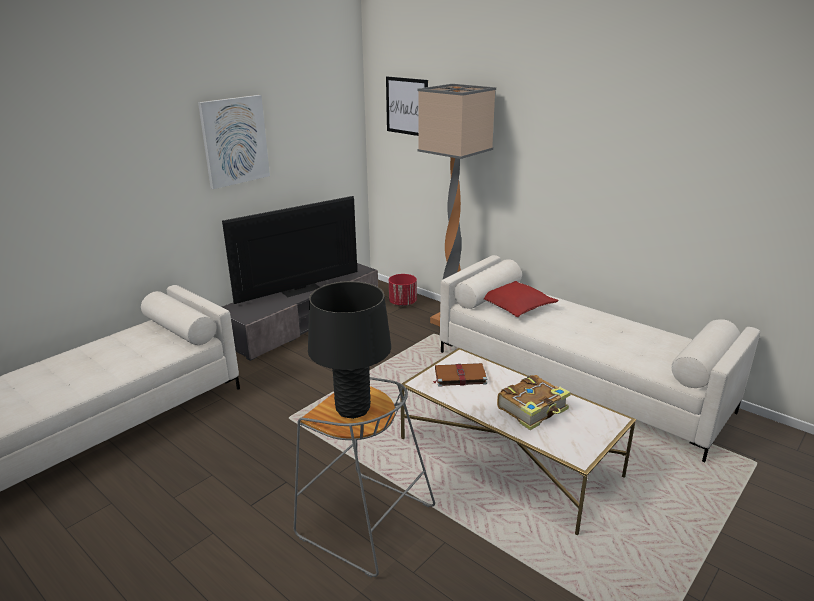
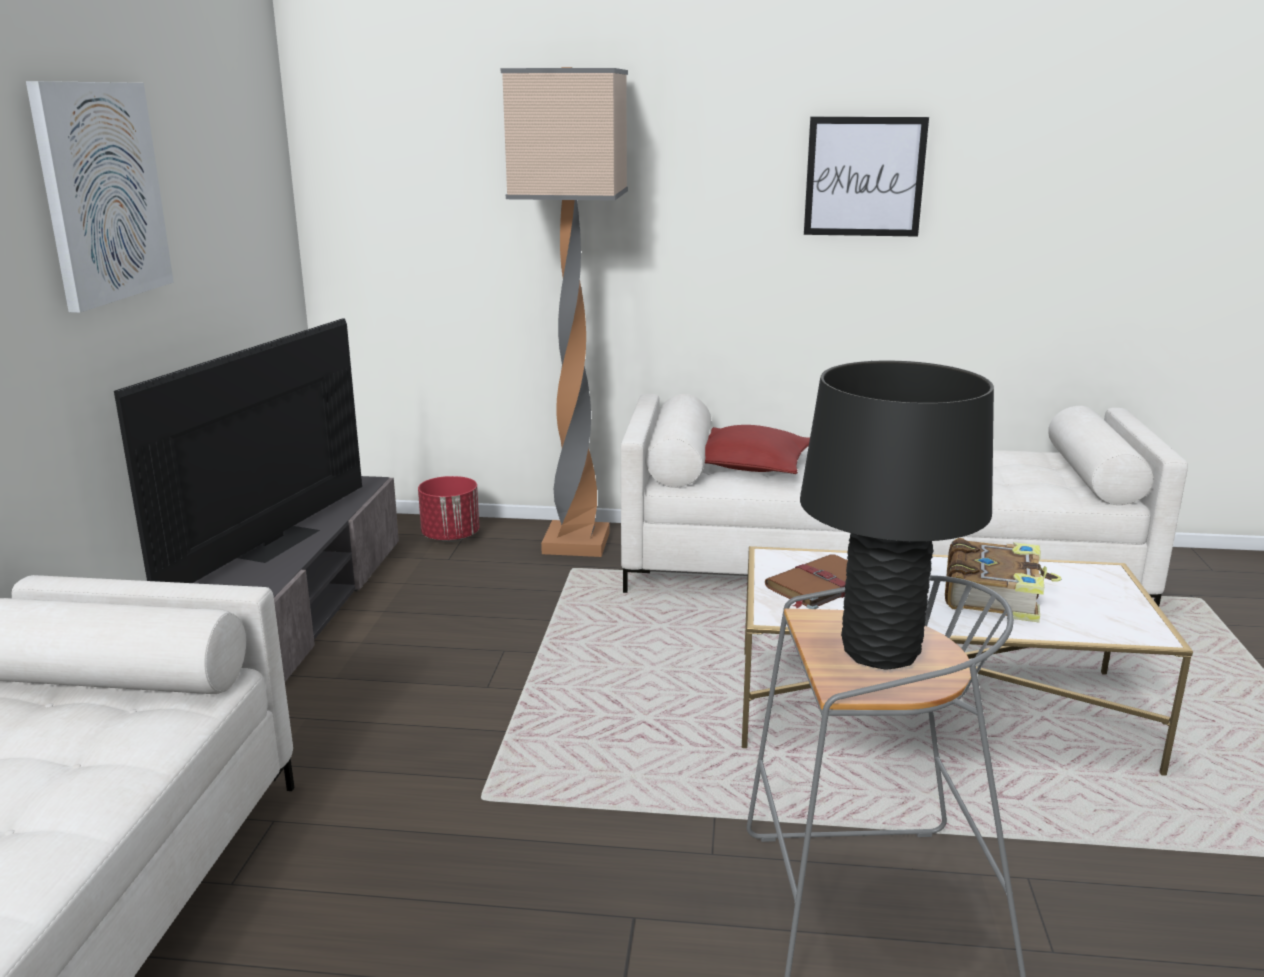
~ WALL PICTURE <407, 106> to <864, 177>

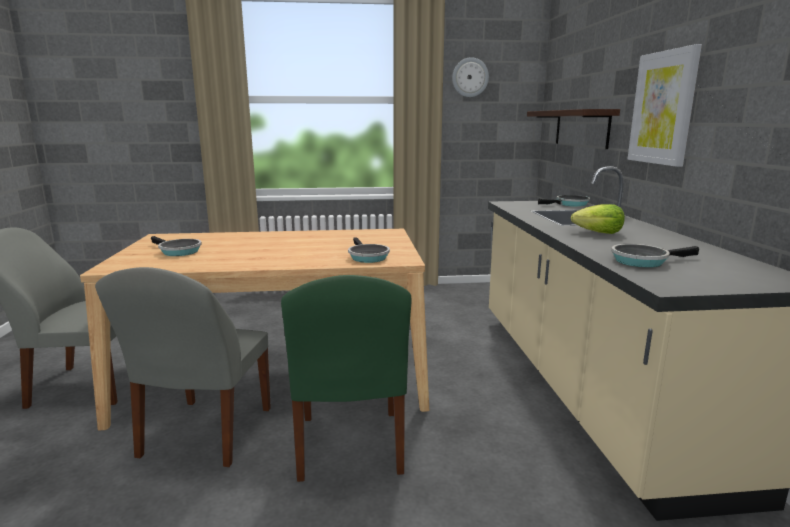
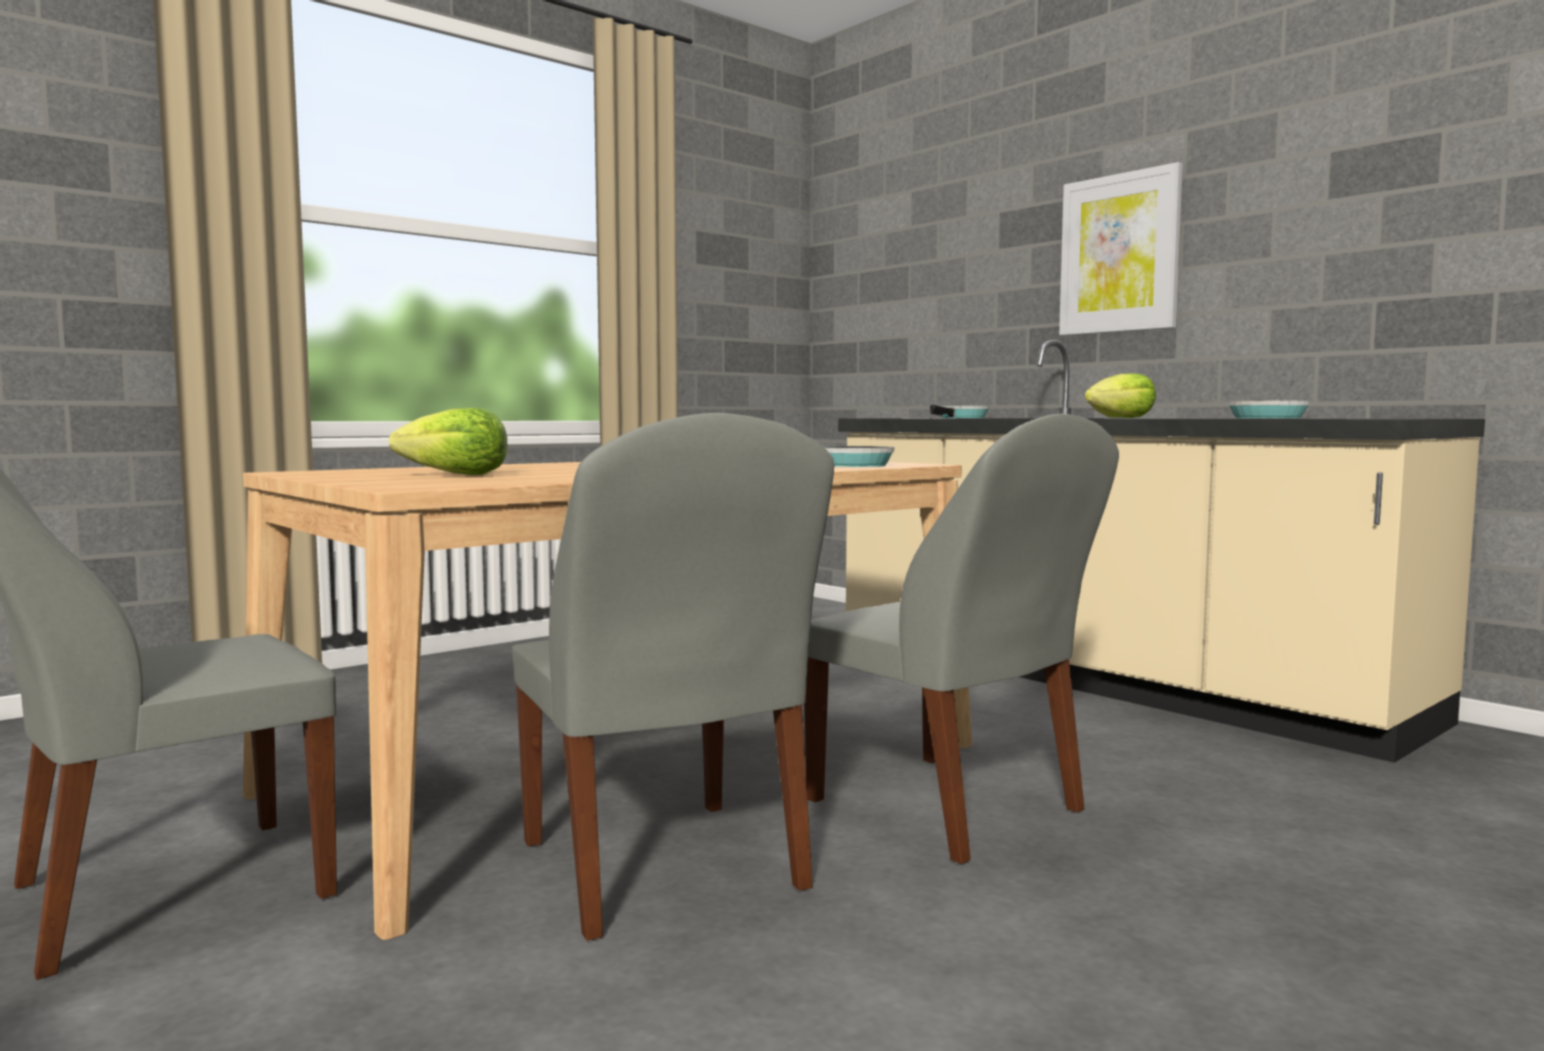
- WALL CLOCK <470, 77>
- SHELF <581, 128>
~ PAN <178, 251> to LETTUCE <456, 475>
~ GREEN-COLOURED PLAIN CHAIR <350, 447> to GRAY PLAIN CHAIR <949, 809>

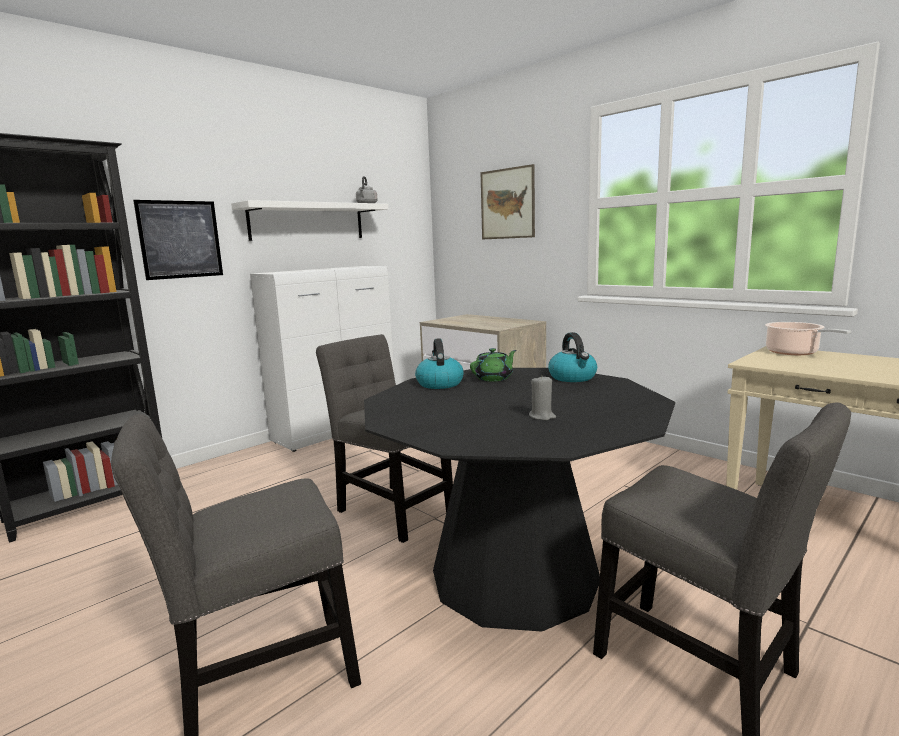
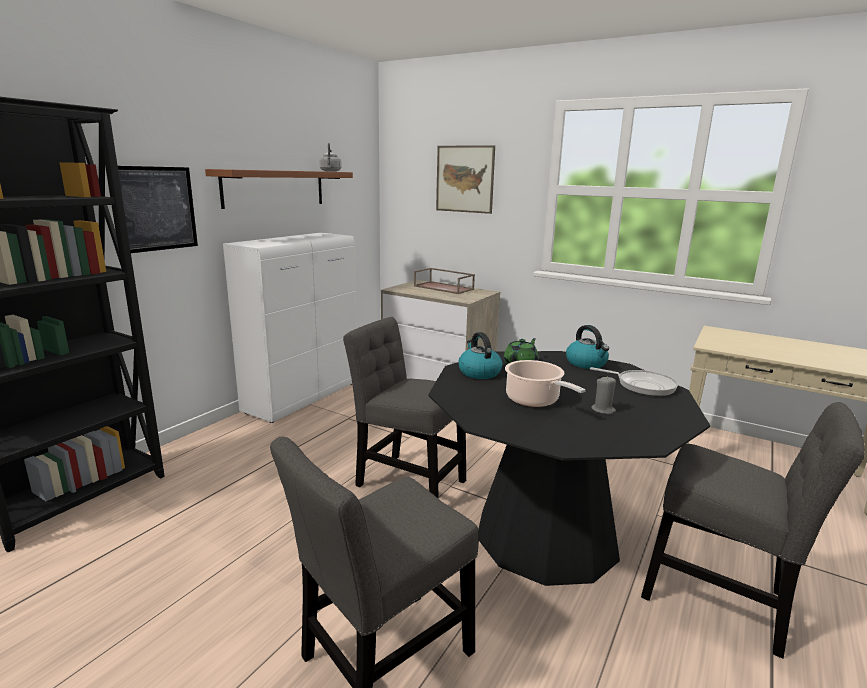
~ WHITE-COLOURED SHELF <307, 222> to BROWN-COLOURED SHELF <275, 188>
~ STOCKPOT <794, 352> to <534, 400>
+ BROWN-COLOURED CARRYING TRAY <444, 288>
+ PAN <642, 385>

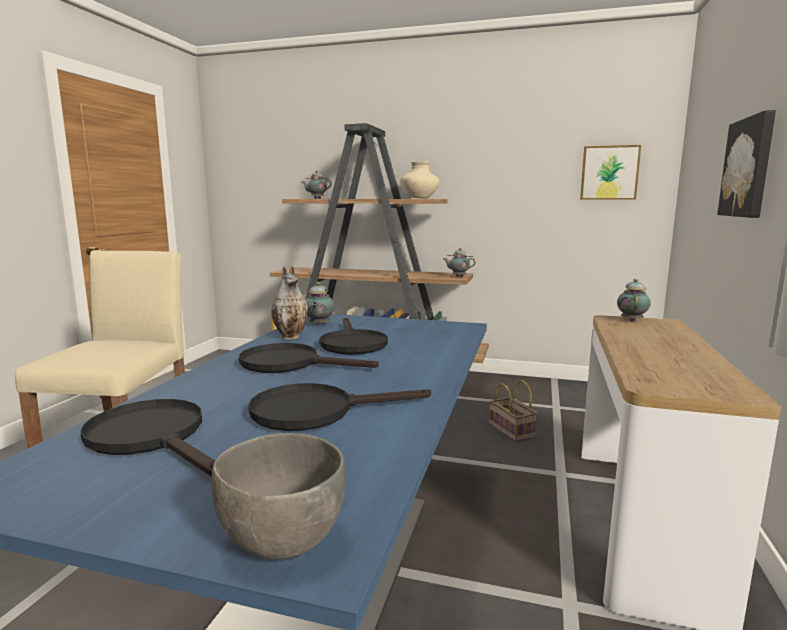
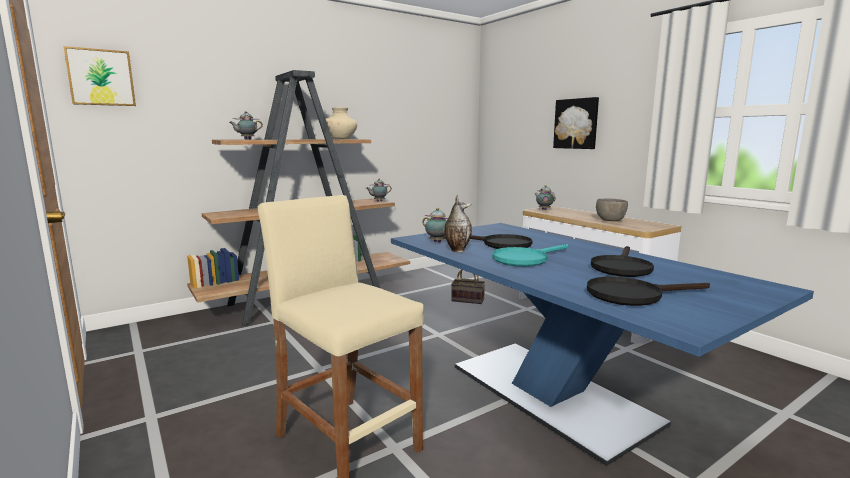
~ WALL PICTURE <609, 173> to <101, 77>
~ BLACKISH PAN <290, 364> to TURQUOISE PAN <525, 259>
~ GRAY BOWL <282, 539> to <610, 220>

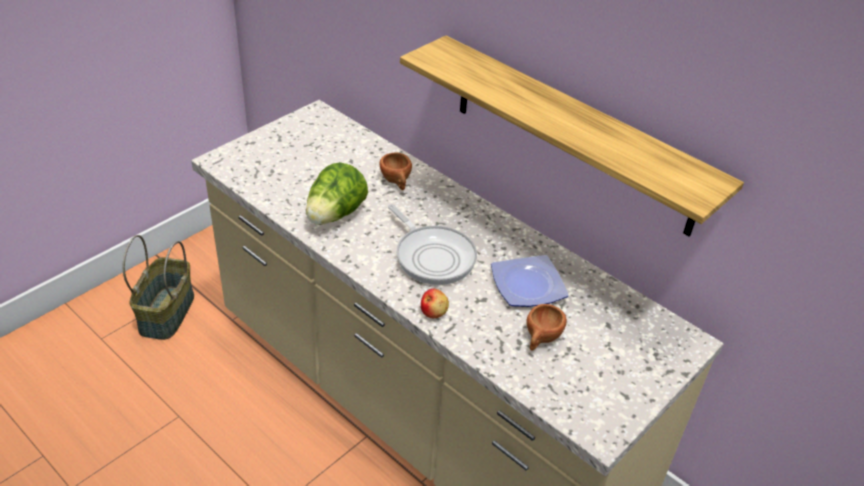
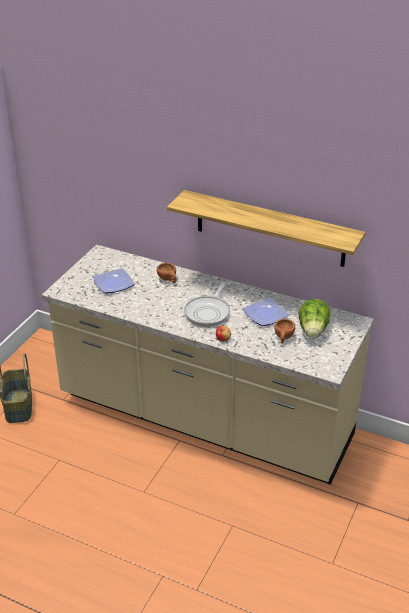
~ LETTUCE <335, 215> to <313, 331>
~ PAN <432, 256> = <208, 312> 75 degrees clockwise
+ FLAT DISH <114, 284>

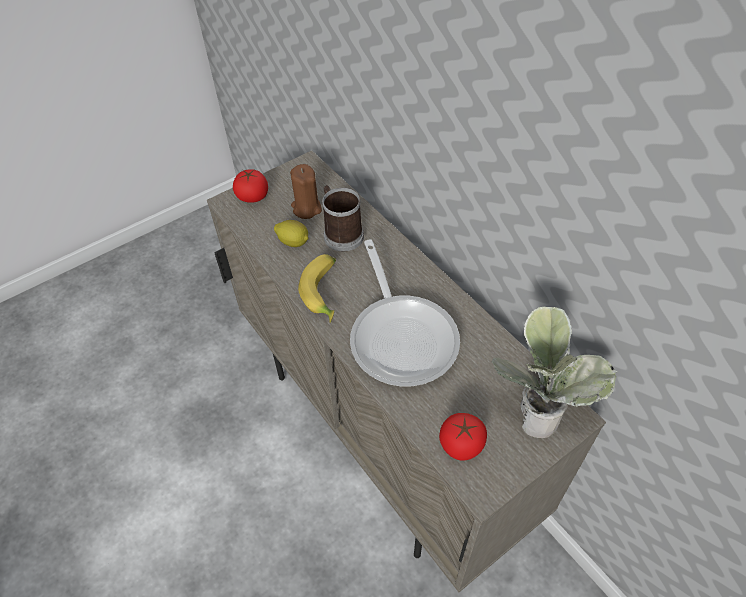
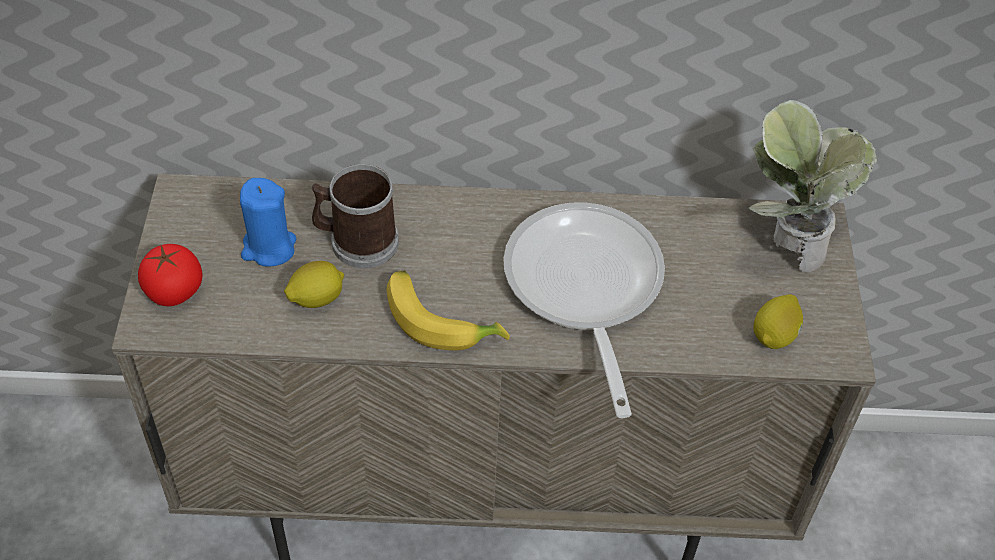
~ BROWN-COLOURED CANDLE <306, 208> to BLUISH CANDLE <268, 248>
~ PAN <401, 336> = <583, 290> 120 degrees counterclockwise
~ TOMATO <461, 445> to WHOLE LEMON <774, 335>

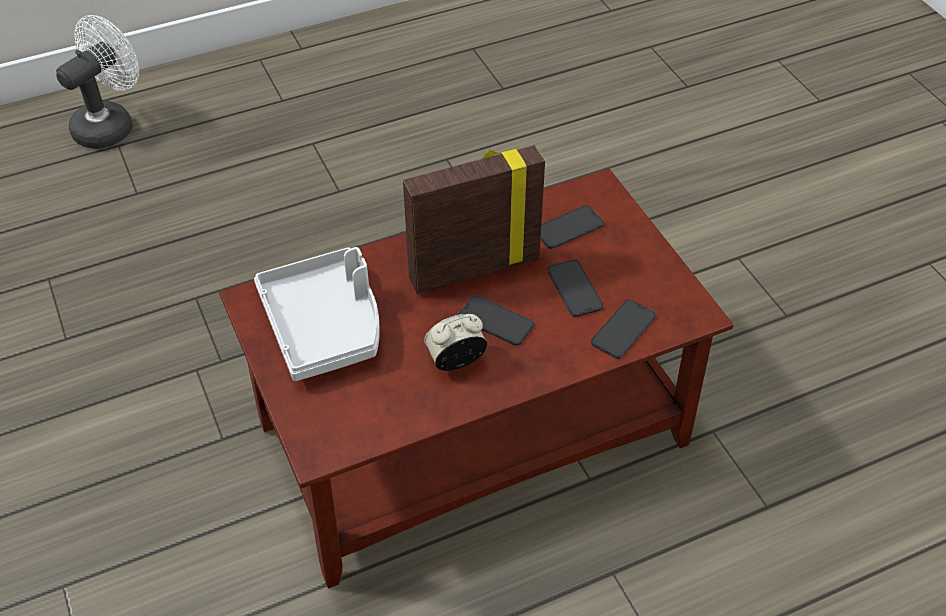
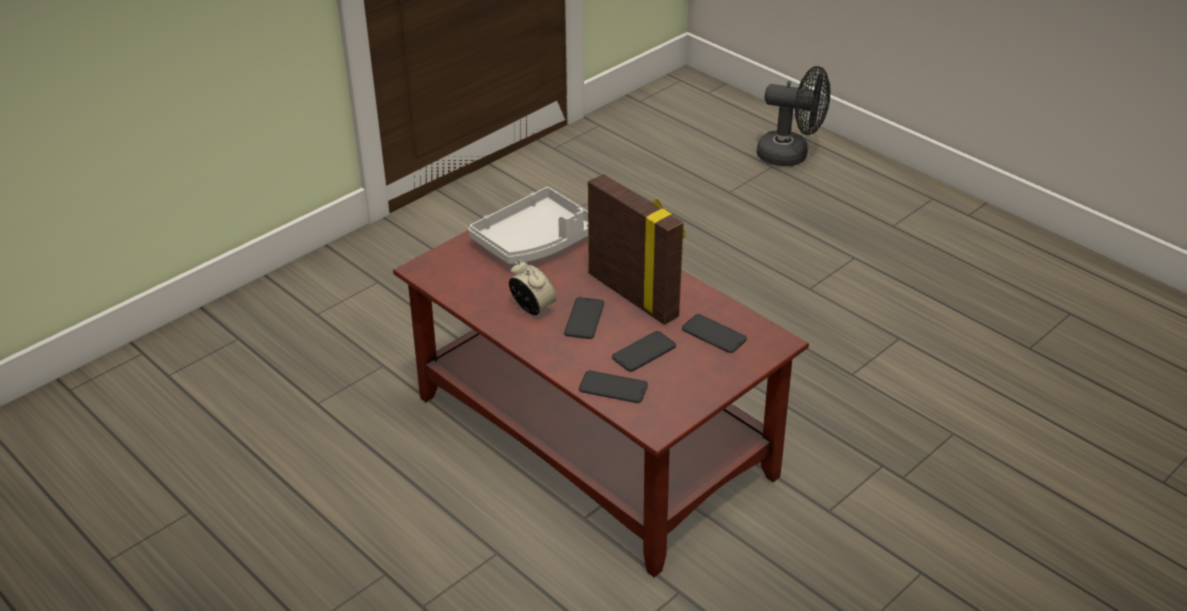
~ WHITE-COLOURED ELECTRIC FAN <110, 124> to BLACKISH ELECTRIC FAN <791, 155>

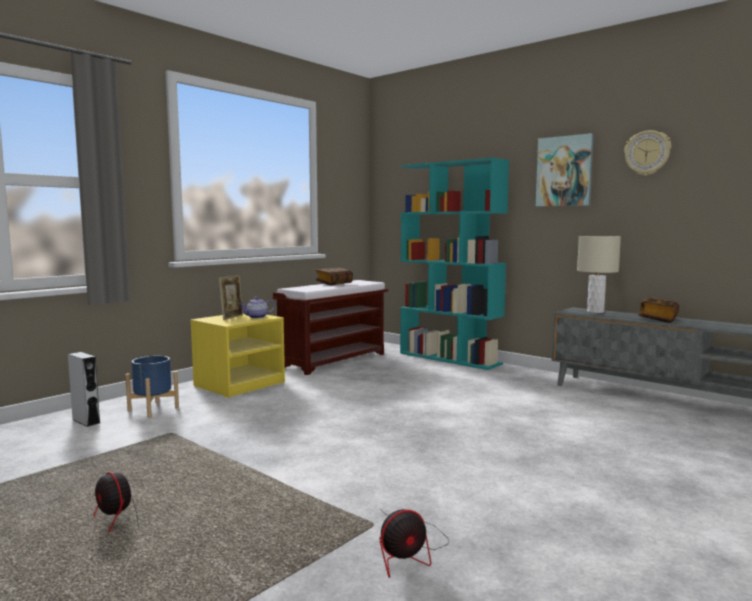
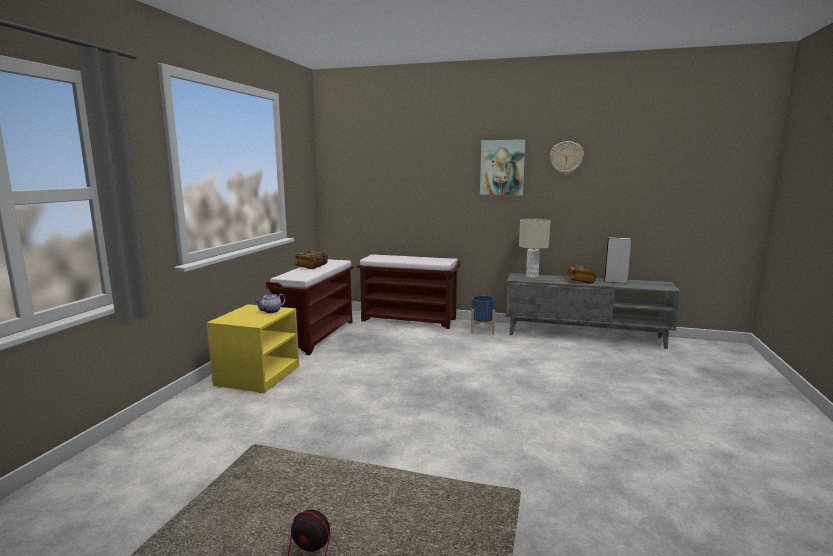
~ TURQUOISE SHELVING UNIT <450, 358> to BROWN-COLOURED LONG SEAT <410, 319>
- STANDING FRAME <232, 317>
~ GRAY SPEAKER <86, 421> to <615, 282>
~ BLUISH FLOWER POT <153, 409> to <482, 330>
- ELECTRIC FAN <409, 551>

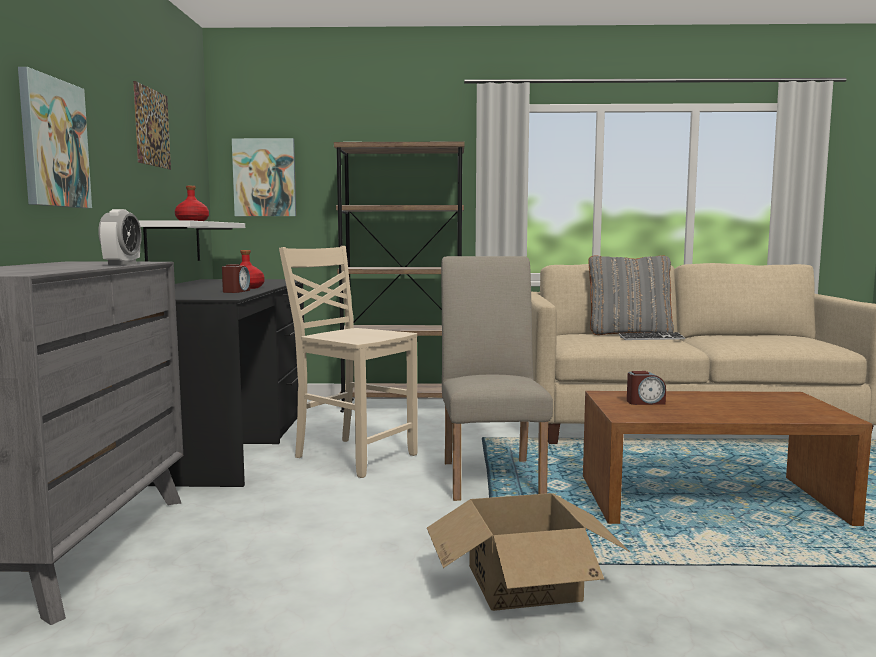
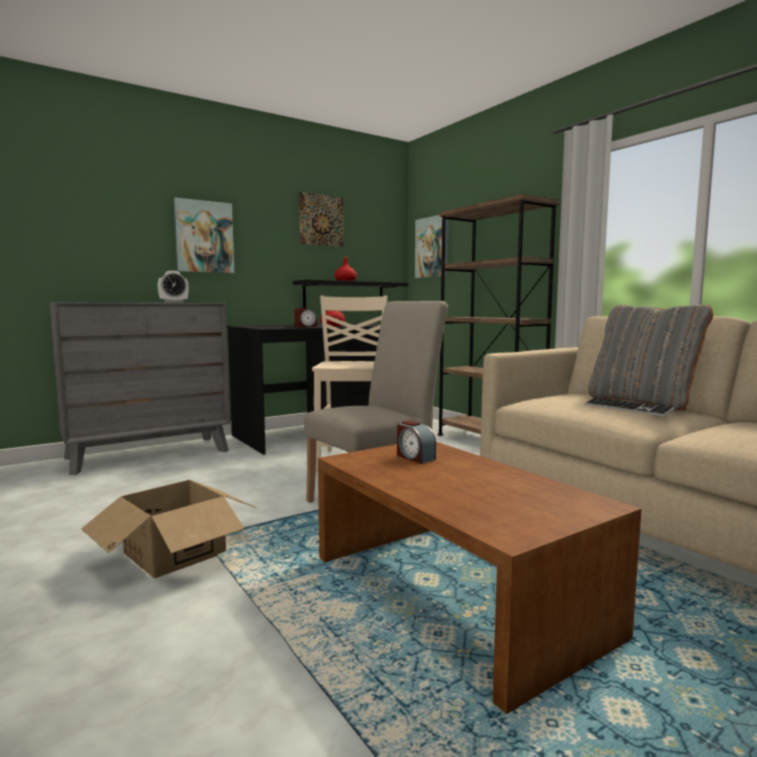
~ WHITE-COLOURED SHELF <173, 242> to BLACKISH SHELF <344, 296>

